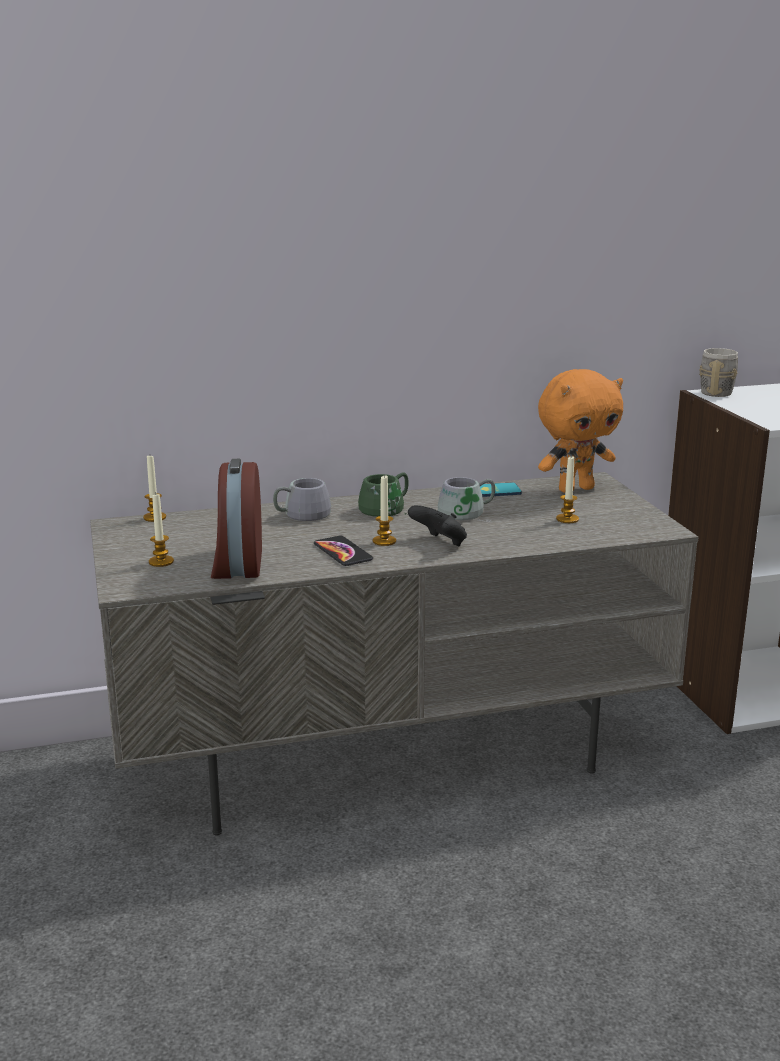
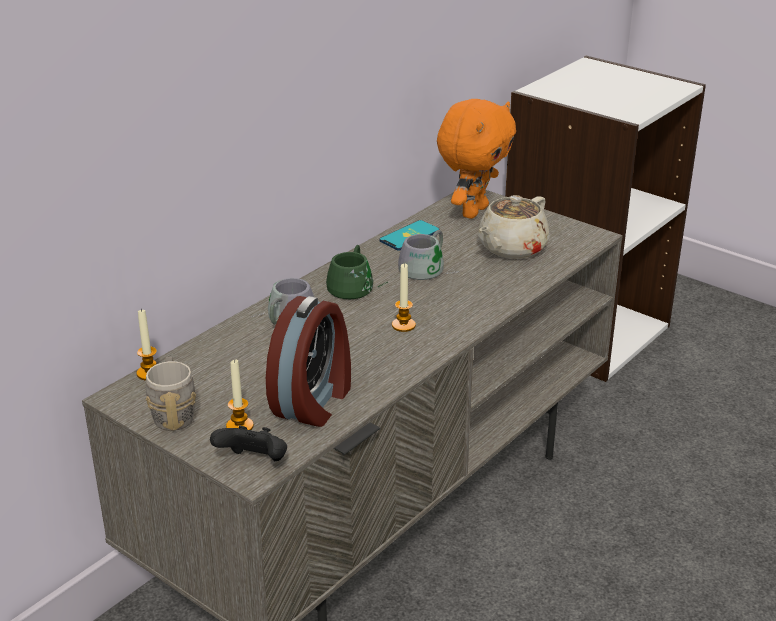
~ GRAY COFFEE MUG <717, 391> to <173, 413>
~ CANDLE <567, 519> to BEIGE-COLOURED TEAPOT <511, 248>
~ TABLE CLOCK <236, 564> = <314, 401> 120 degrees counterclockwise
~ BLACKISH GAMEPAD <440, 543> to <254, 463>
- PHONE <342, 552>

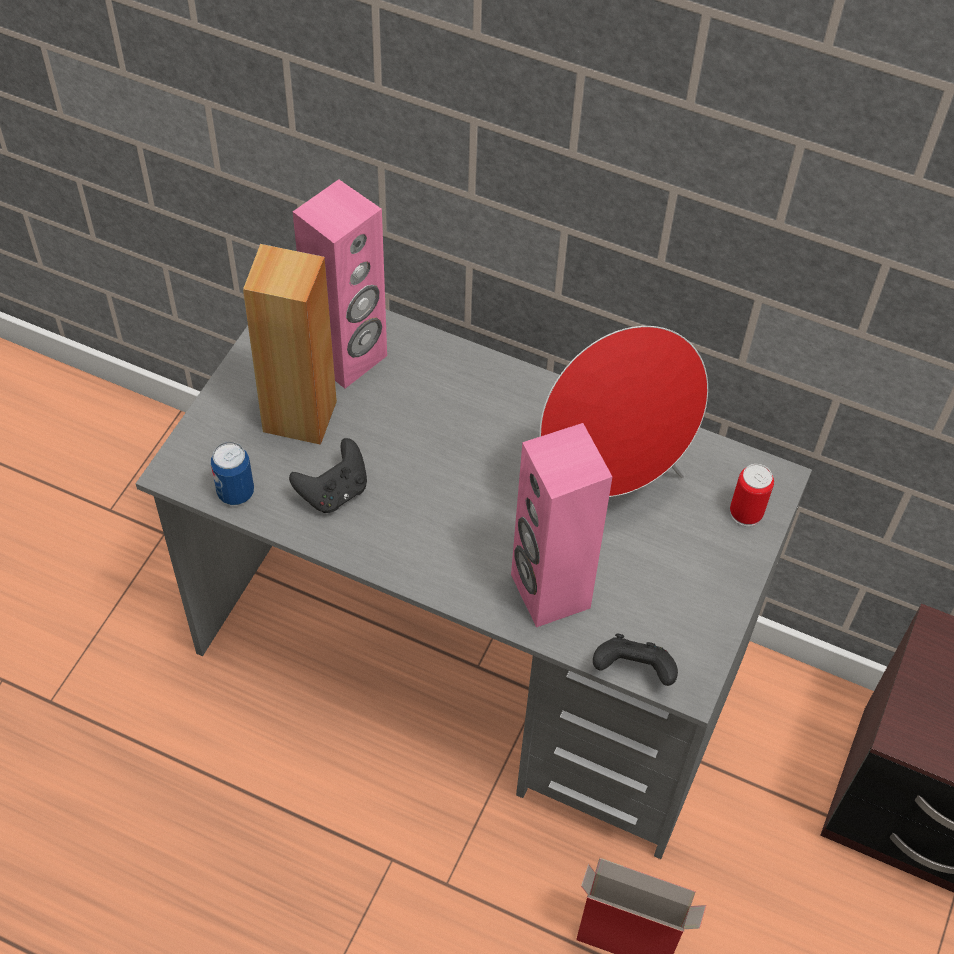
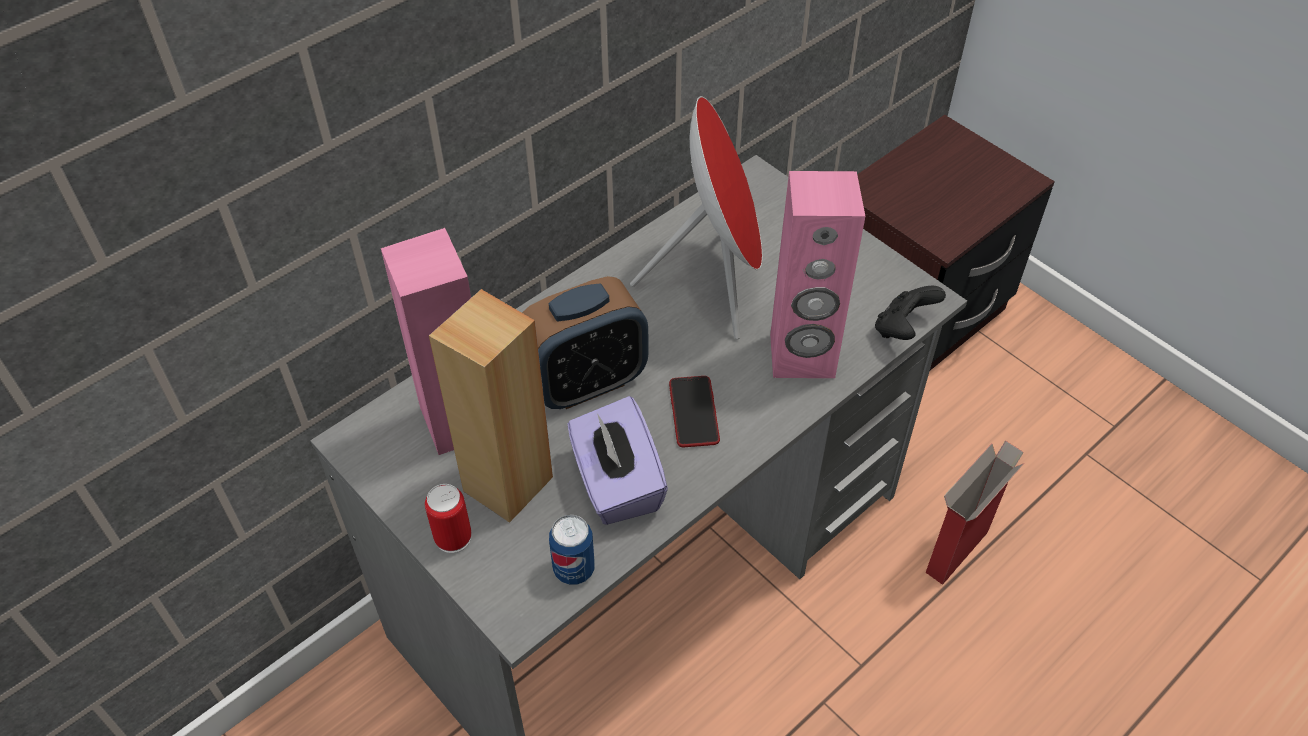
~ BLACKISH GAMEPAD <334, 492> to PURPLISH TISSUE HOLDER <616, 483>
~ METAL CAN <746, 513> to <453, 537>
+ TABLE CLOCK <586, 382>
+ PHONE <694, 412>

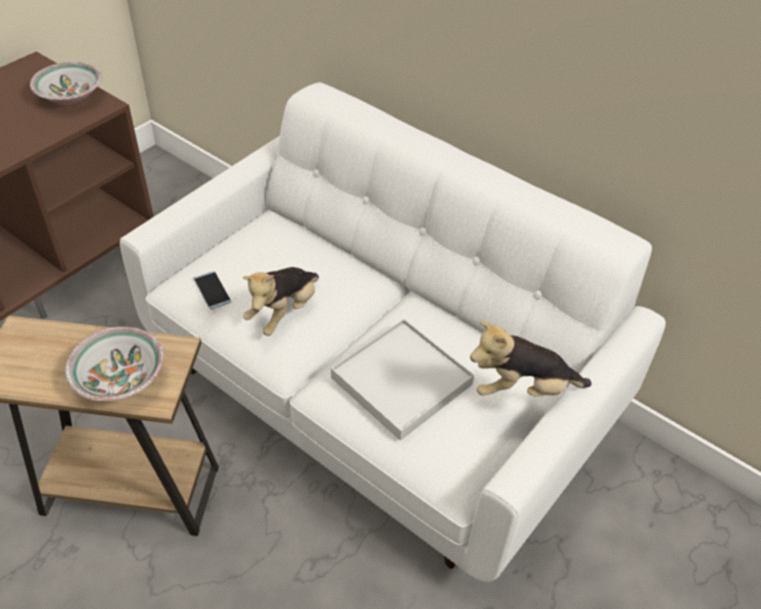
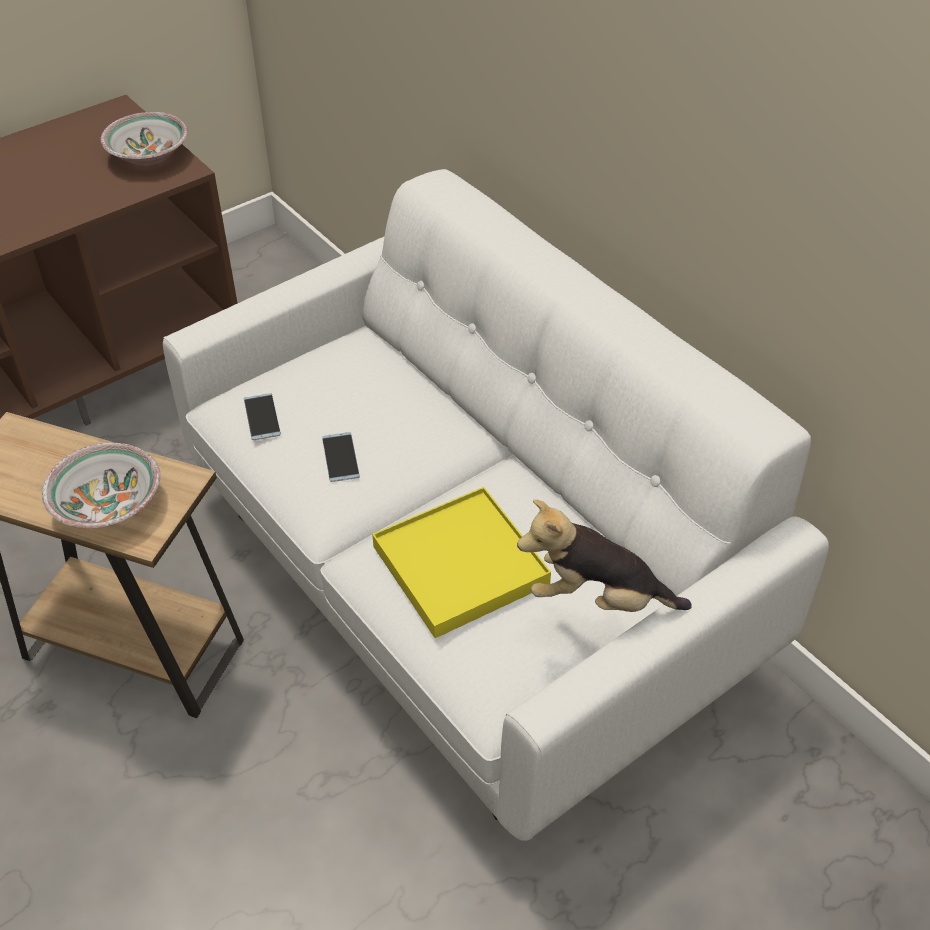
~ PLUSH TOY <284, 312> to PHONE <340, 457>
~ WHITE-COLOURED CARRYING TRAY <401, 381> to YELLOW CARRYING TRAY <460, 566>

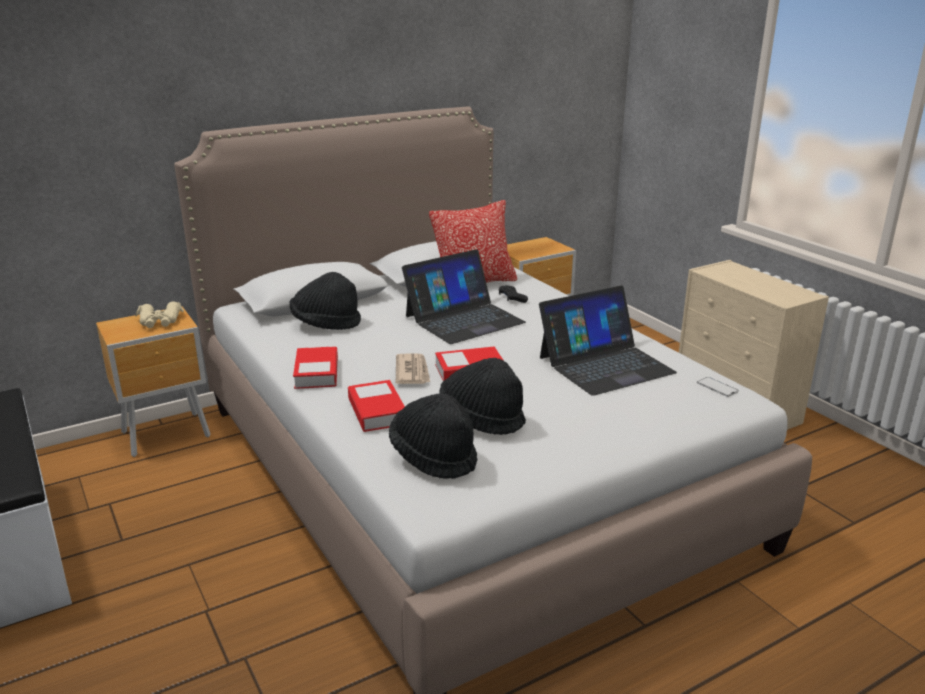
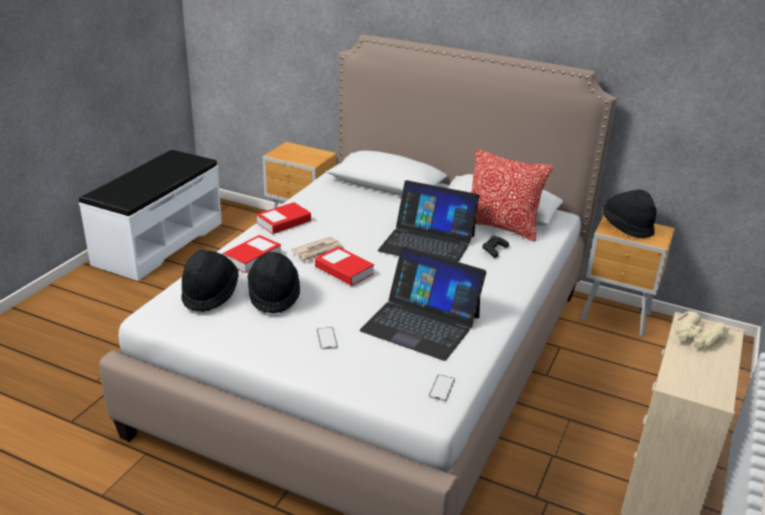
~ BLACKISH HAT <325, 324> to <627, 227>
~ BEIGE-COLOURED BINOCULARS <160, 321> to <697, 337>
+ PHONE <327, 338>

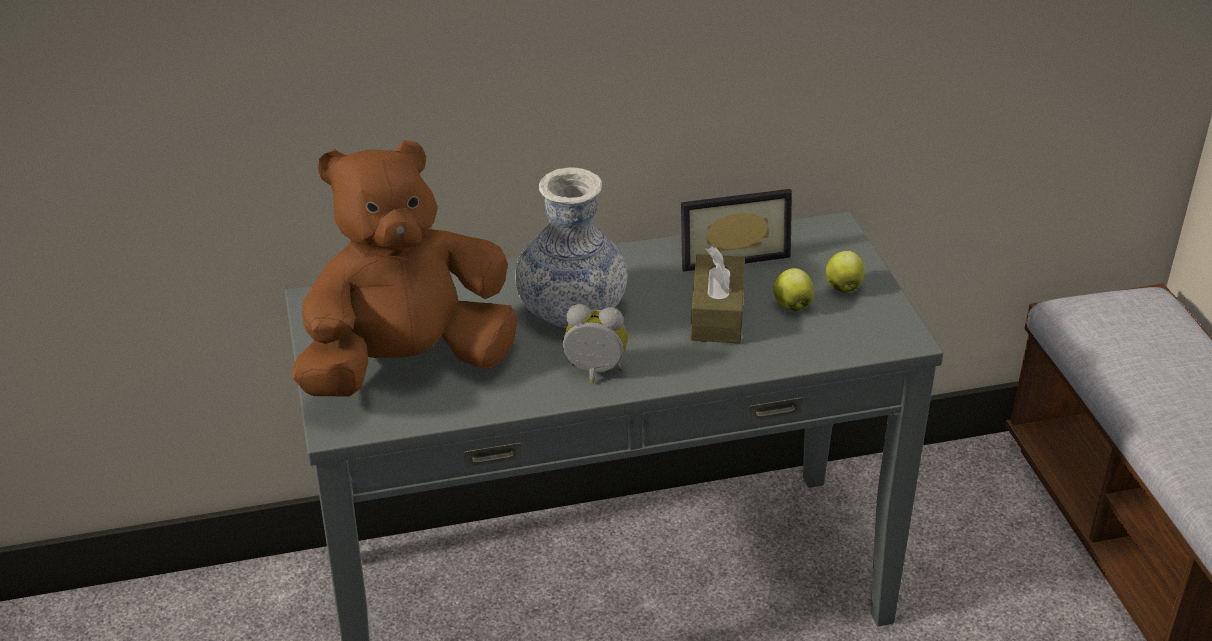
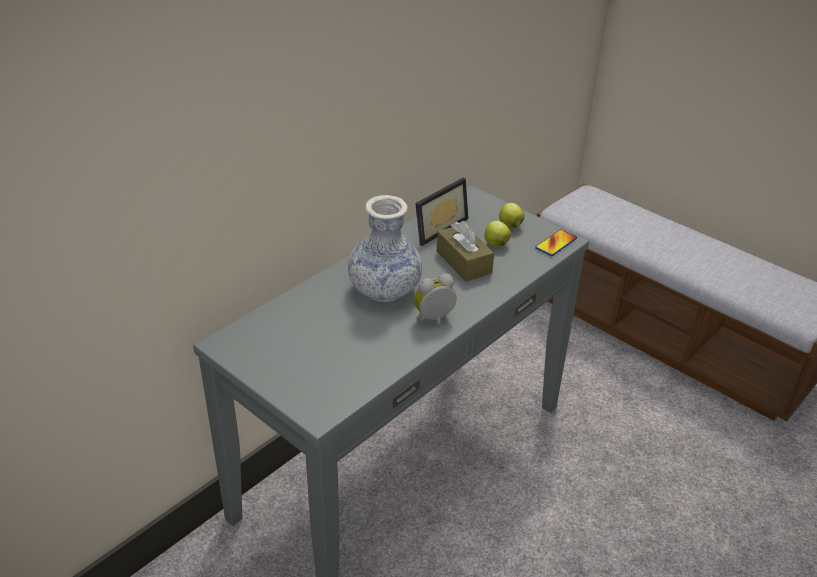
- BROWN-COLOURED PLUSH TOY <407, 365>
+ PHONE <556, 243>

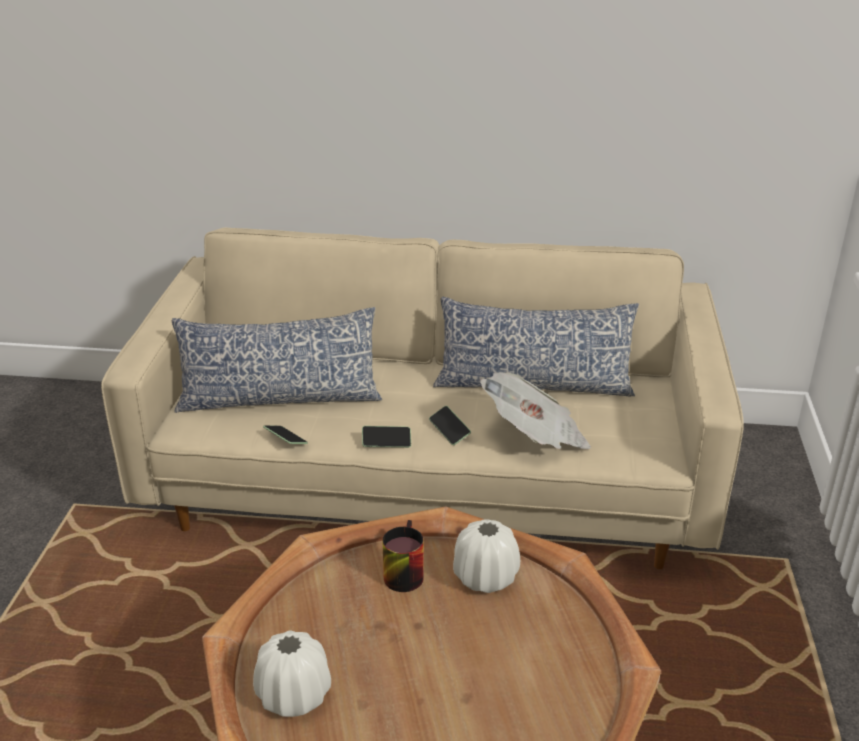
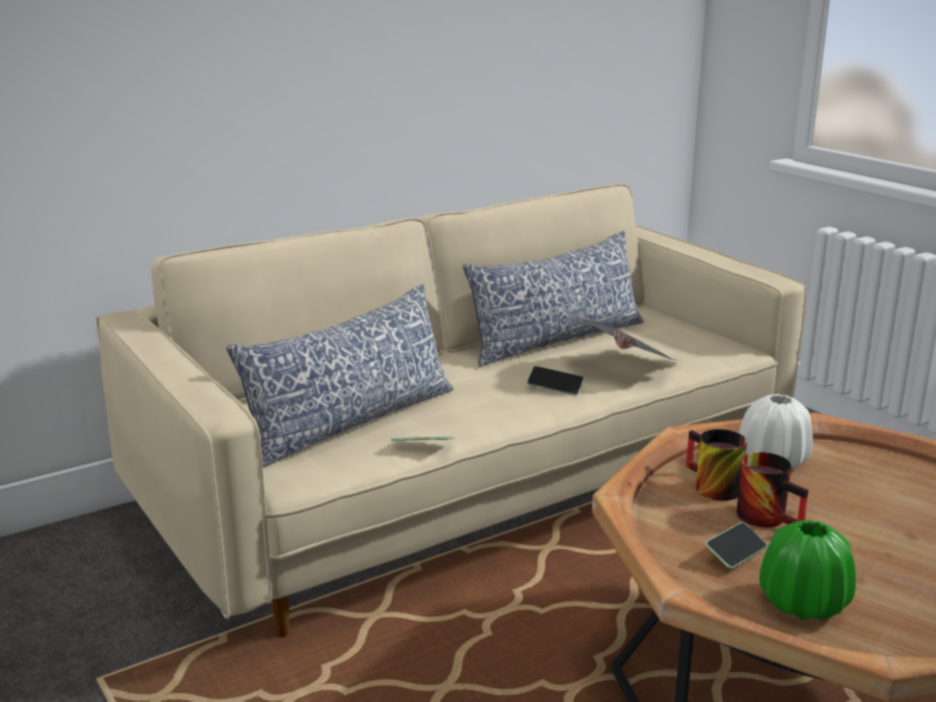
~ PHONE <386, 442> to <735, 554>
~ WHITE-COLOURED VASE <293, 696> to GREEN-COLOURED VASE <803, 604>
+ COFFEE MUG <770, 517>

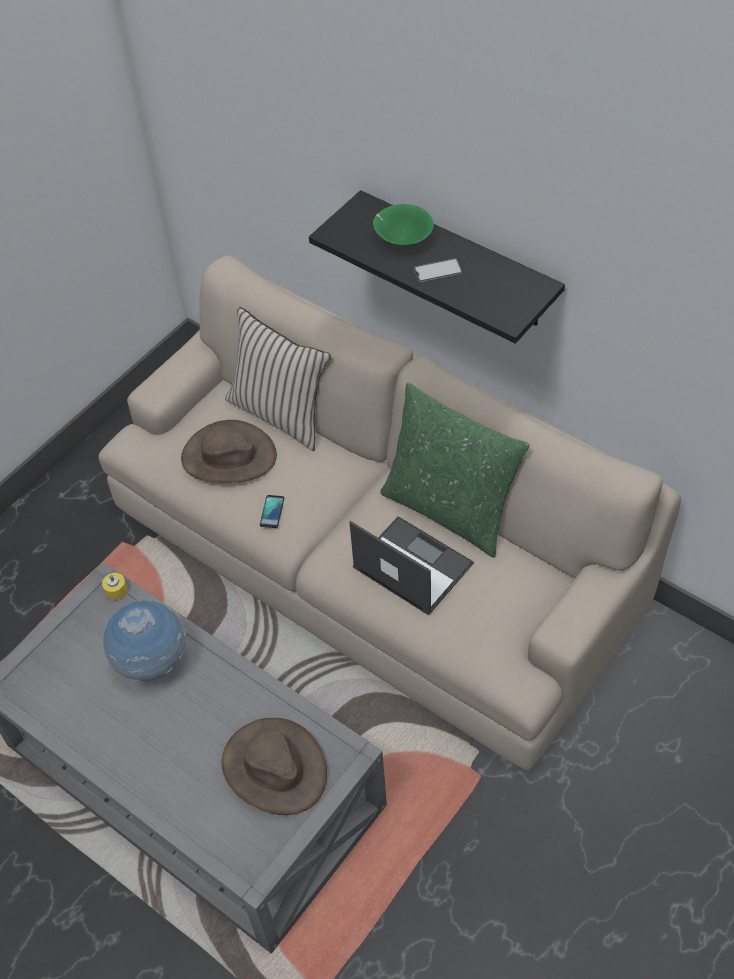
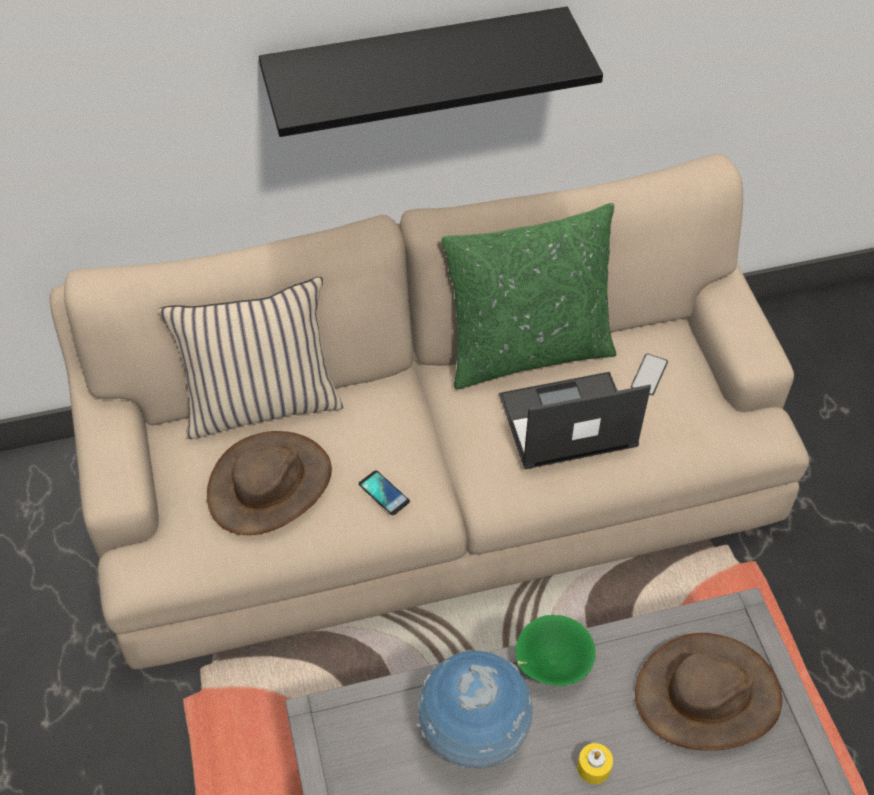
~ GREEN-COLOURED BOWL <402, 240> to <551, 663>
~ PHONE <438, 270> to <649, 374>
~ YELLOW CANDLE <116, 590> to <593, 767>

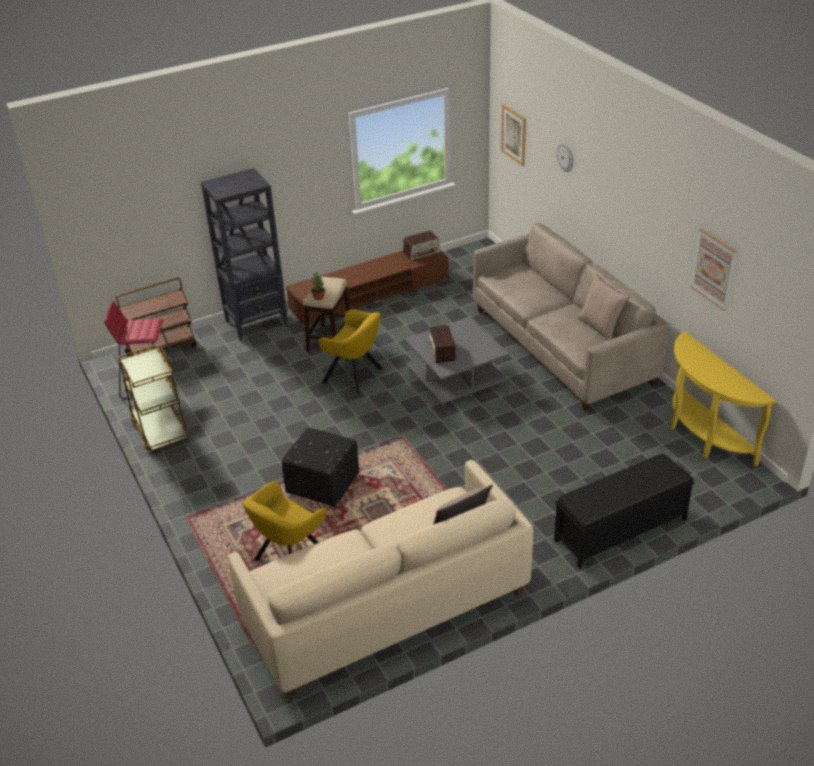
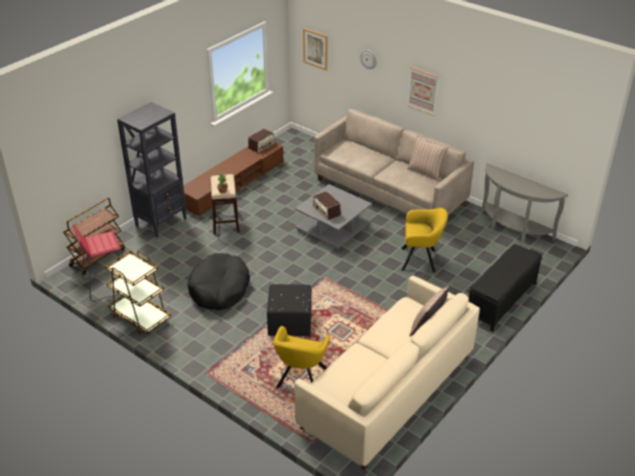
~ WALL PICTURE <713, 269> to <423, 91>
~ YELLOW LOUNGE CHAIR <355, 376> to <421, 260>
~ YELLOW NARROW TABLE <702, 435> to GRAY NARROW TABLE <512, 229>
+ BLACKISH DOG BED <219, 289>

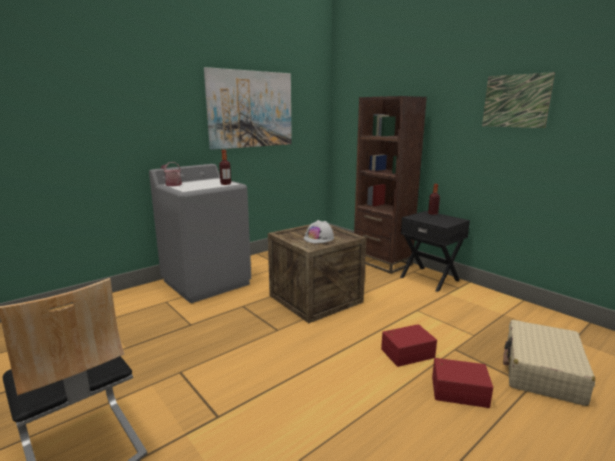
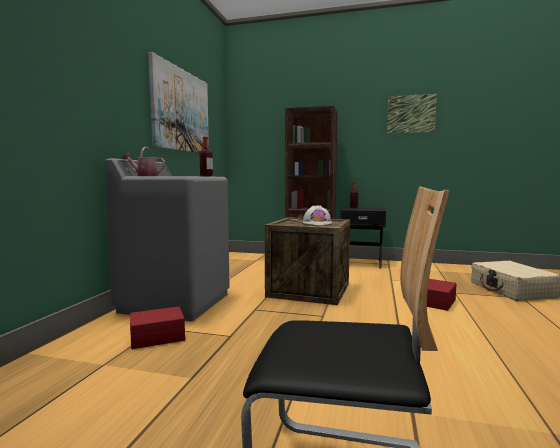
~ REDDISH STORAGE CONTAINER <459, 390> to <157, 336>

